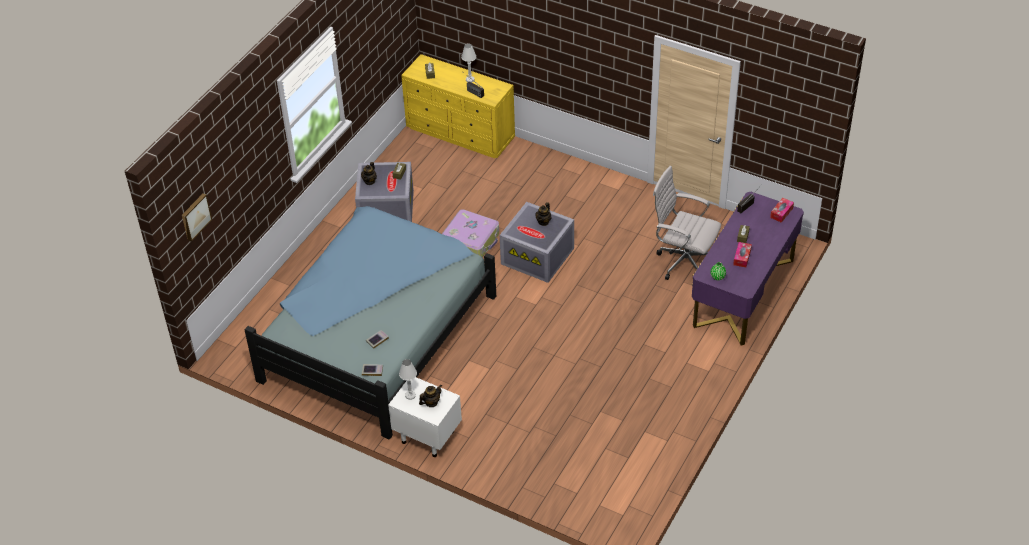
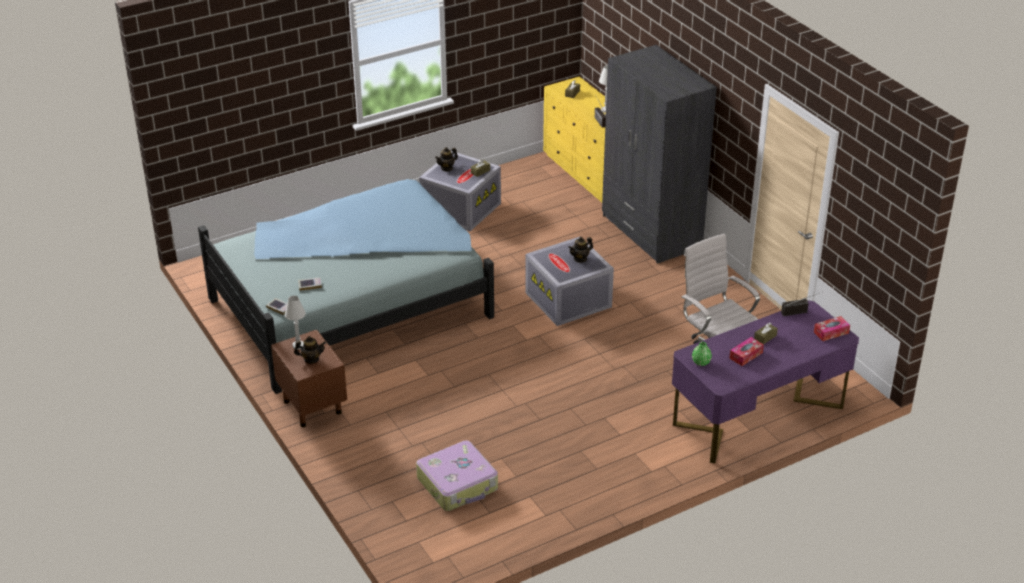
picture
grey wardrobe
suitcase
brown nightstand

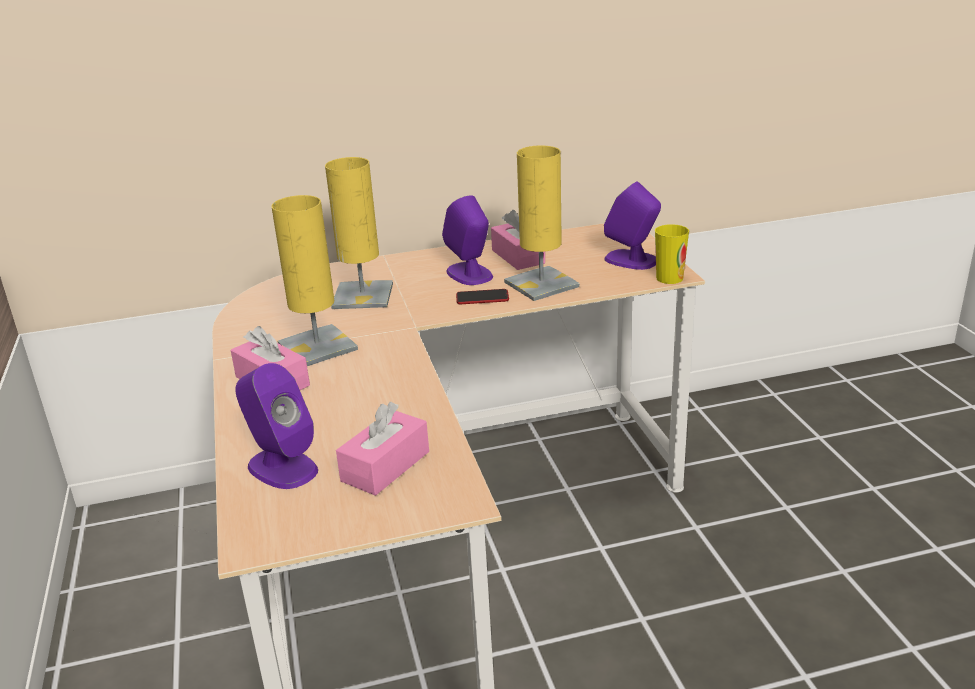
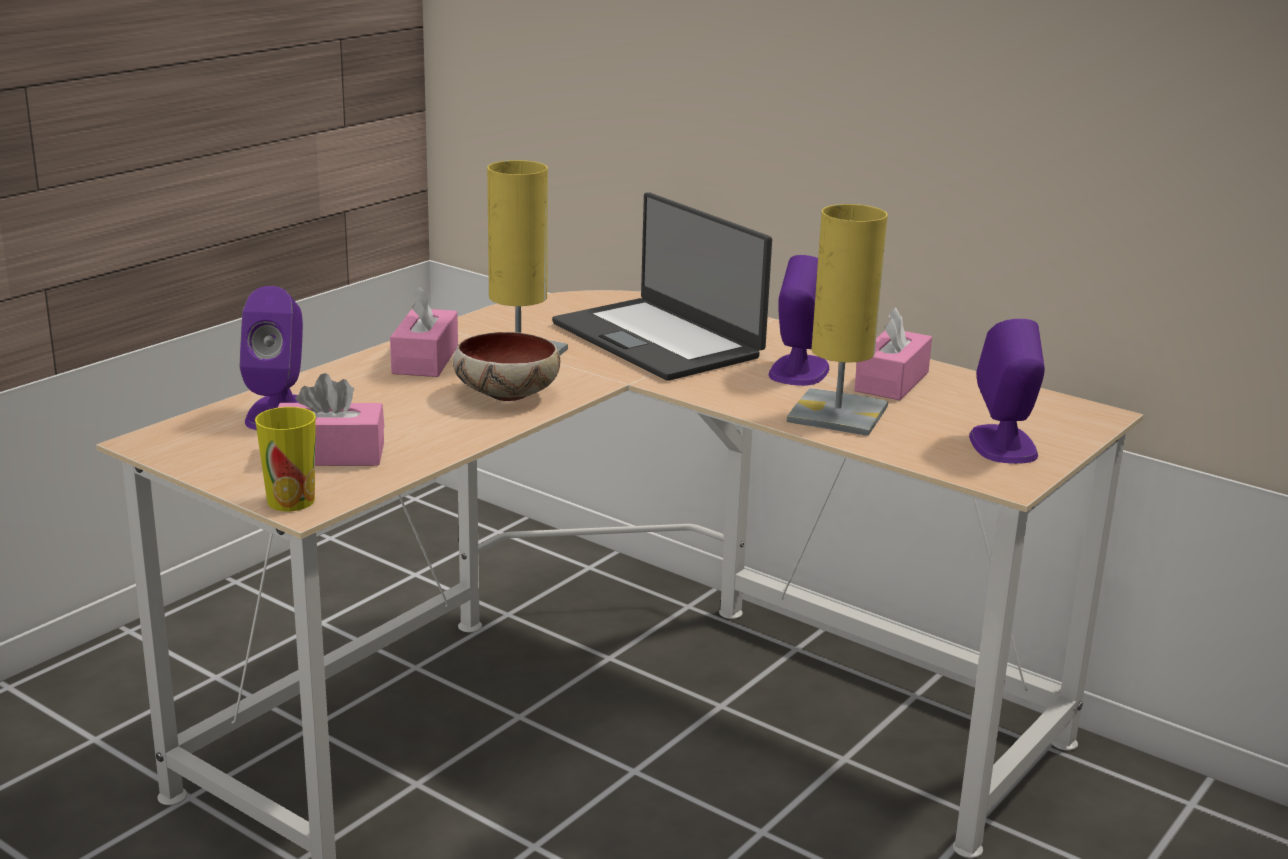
phone
bowl
cup
laptop

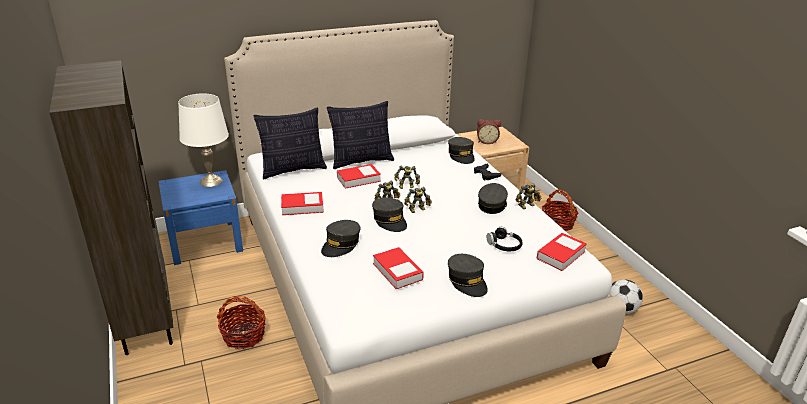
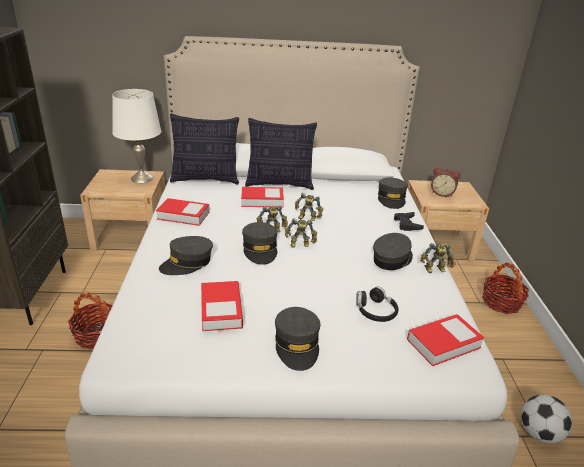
beige nightstand (1st from left)

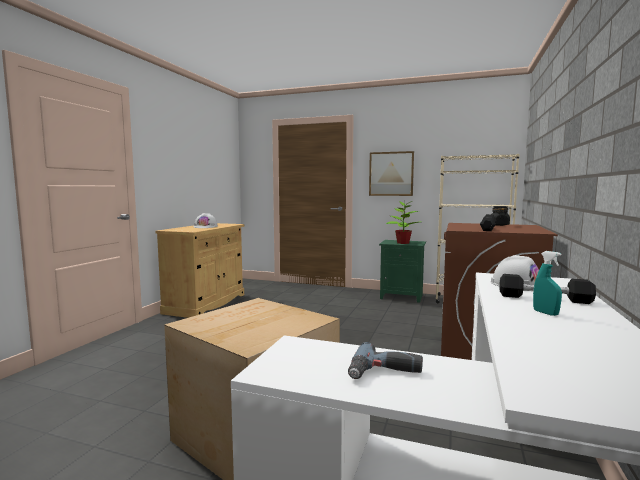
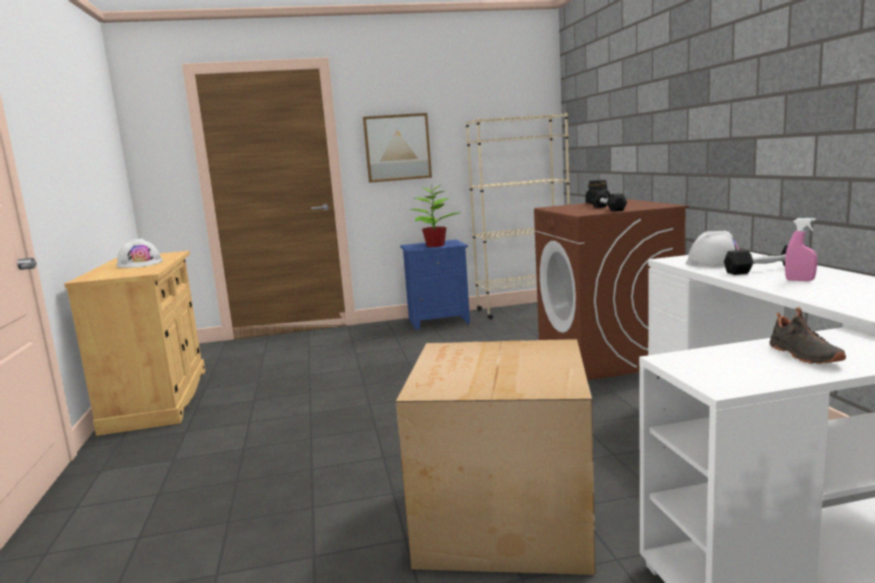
black shoe
blue nightstand
pink spray bottle

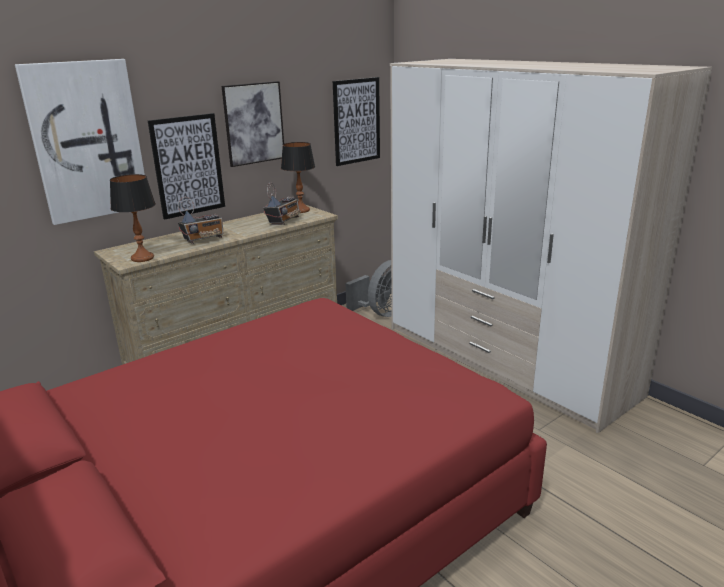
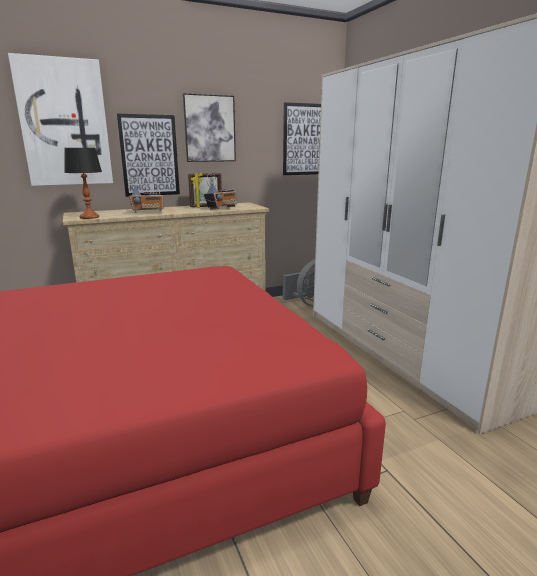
table lamp (2nd from left in the first image)
picture frame

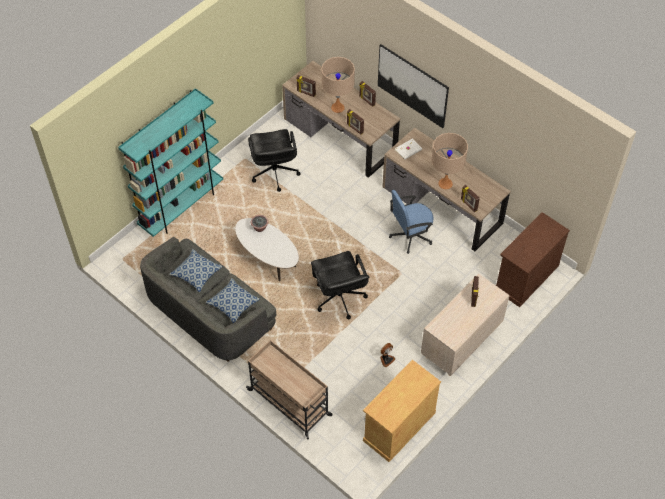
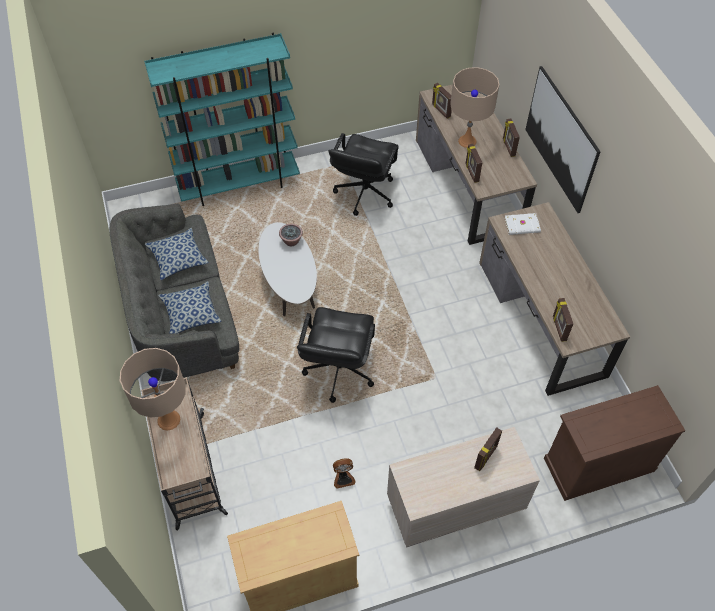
blue office chair
beige table lamp (1st from left)

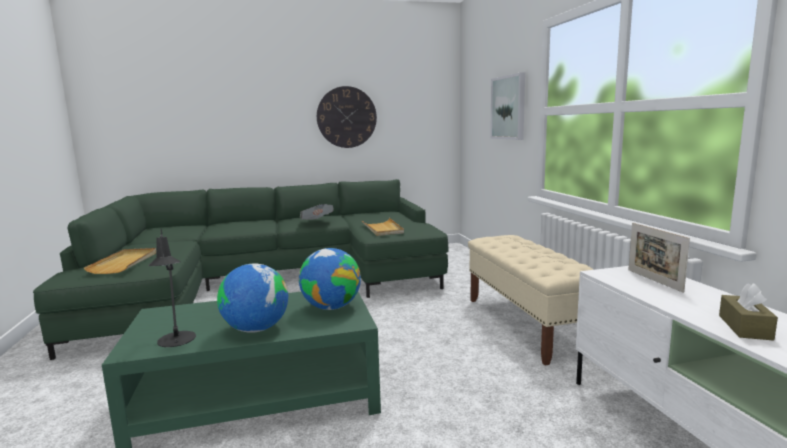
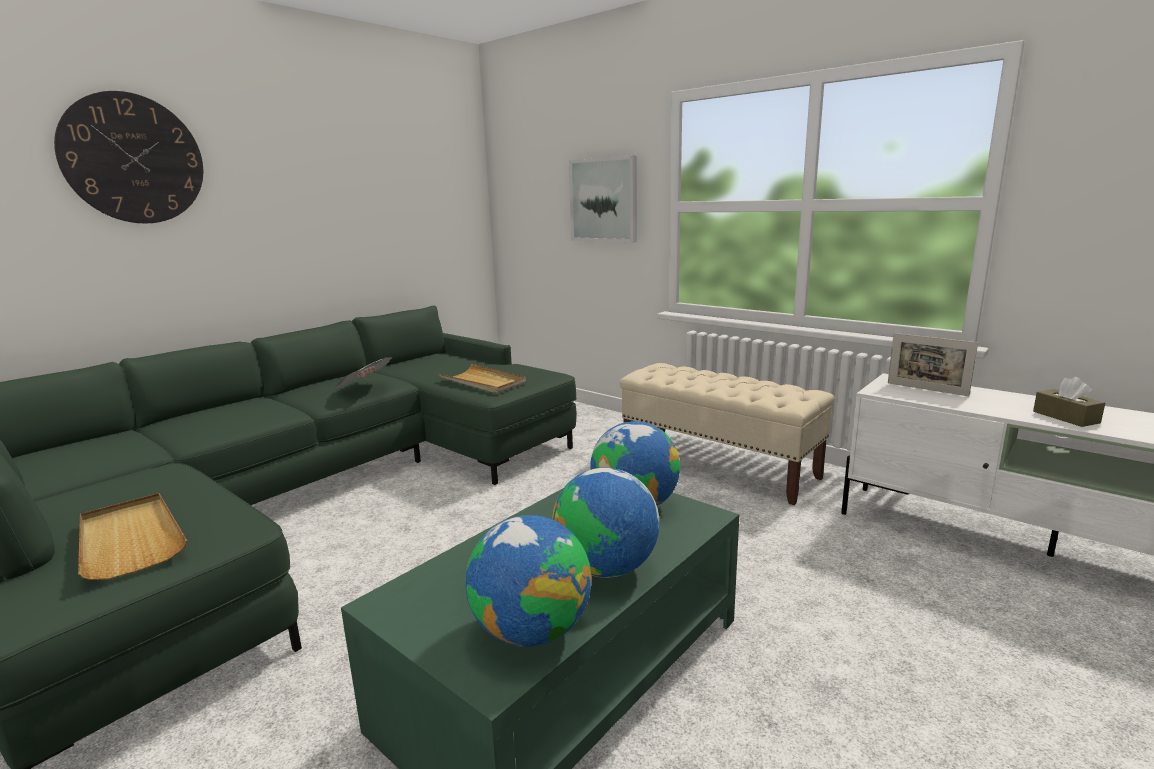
wall clock
globe (1st from left)

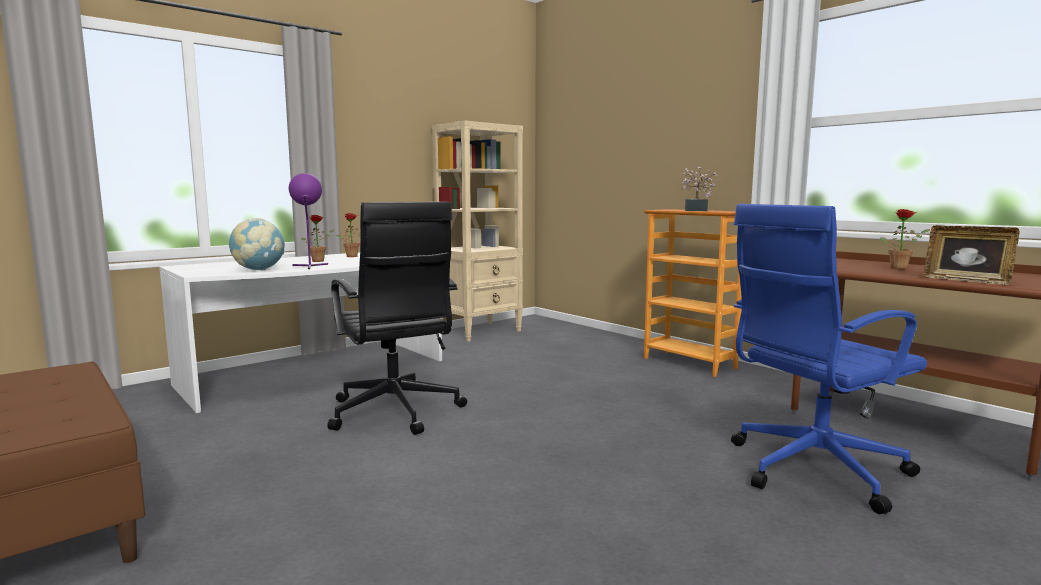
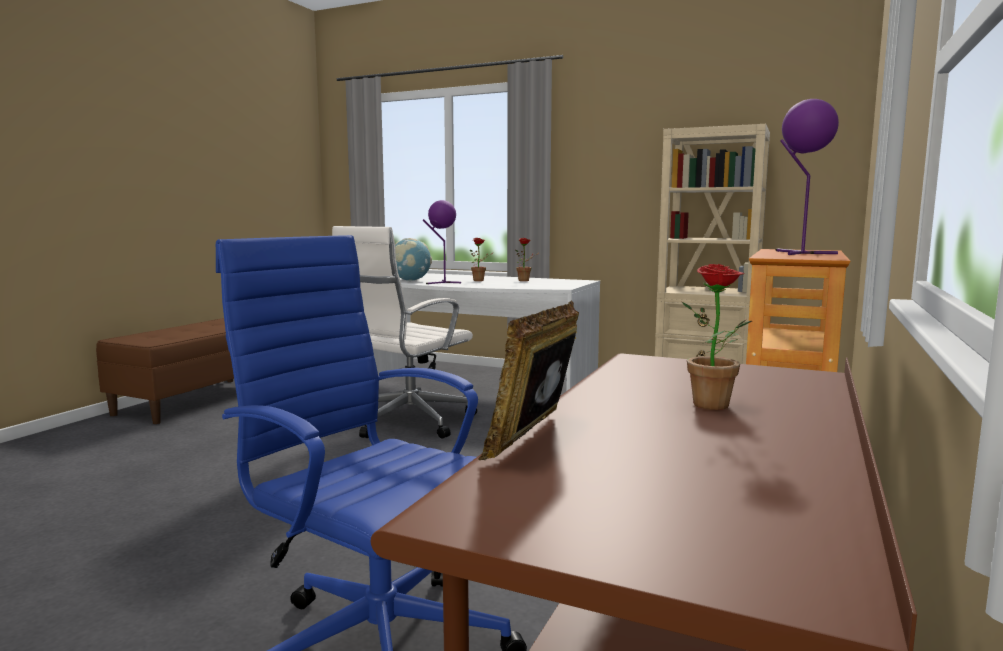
purple table lamp (2nd from left)
white office chair

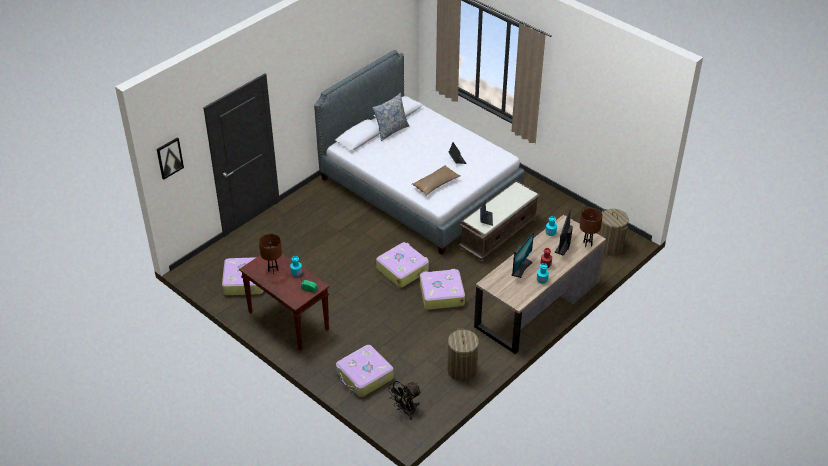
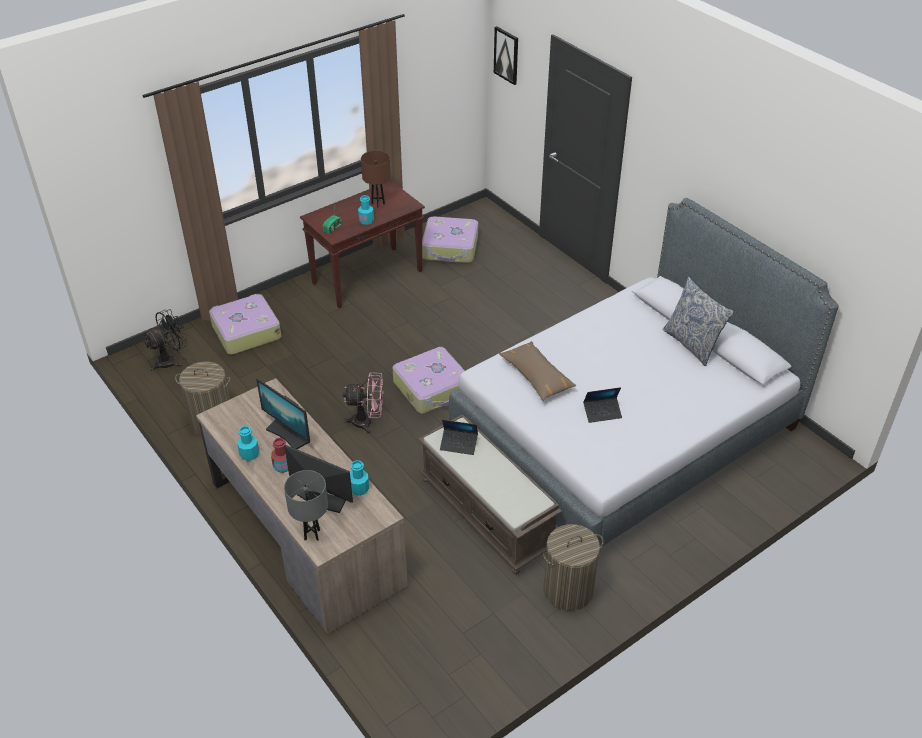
laundry basket (2nd from left)
pink fan
grey table lamp
black fan

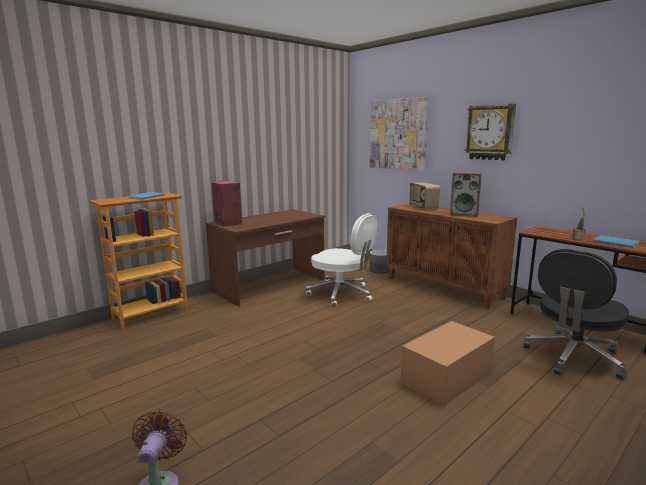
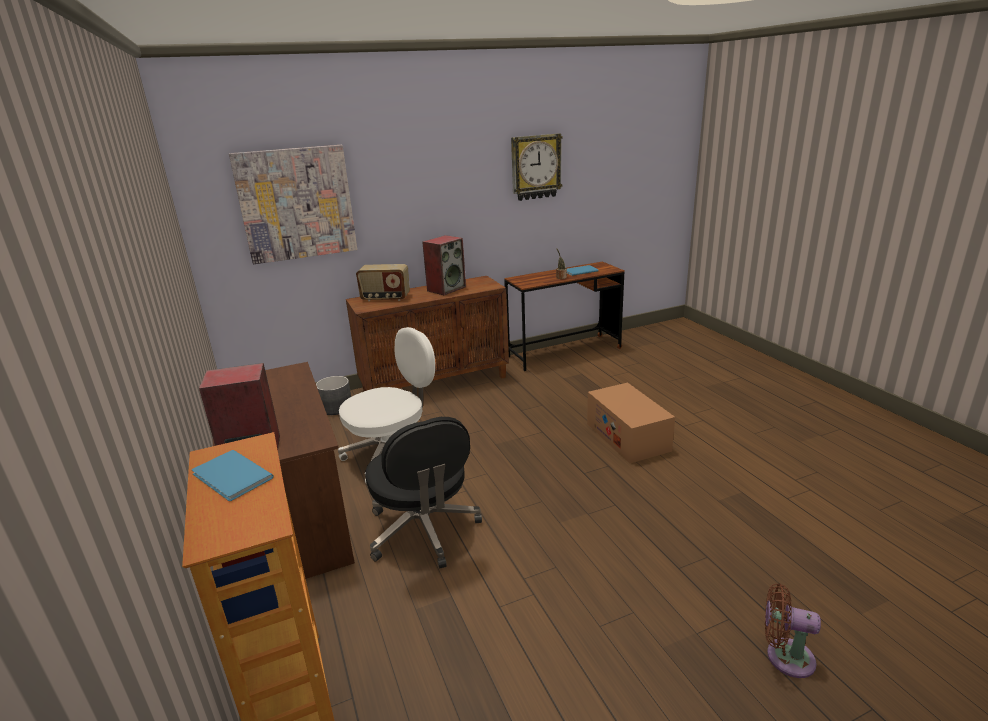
wall clock
black office chair

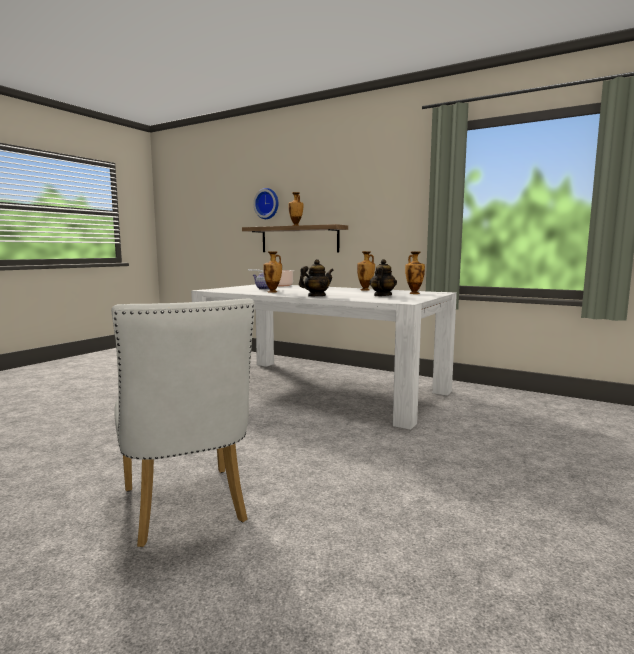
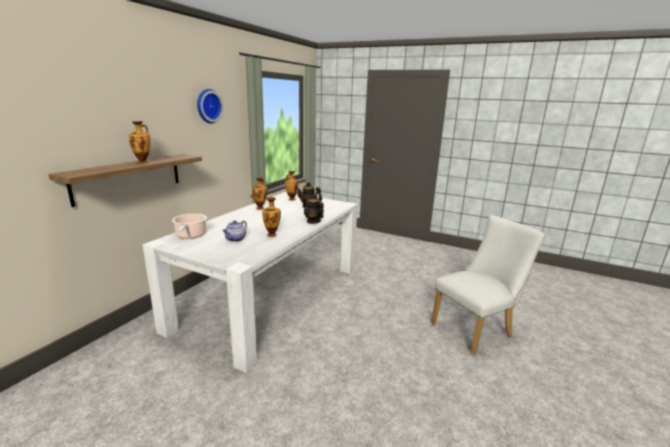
wall clock

